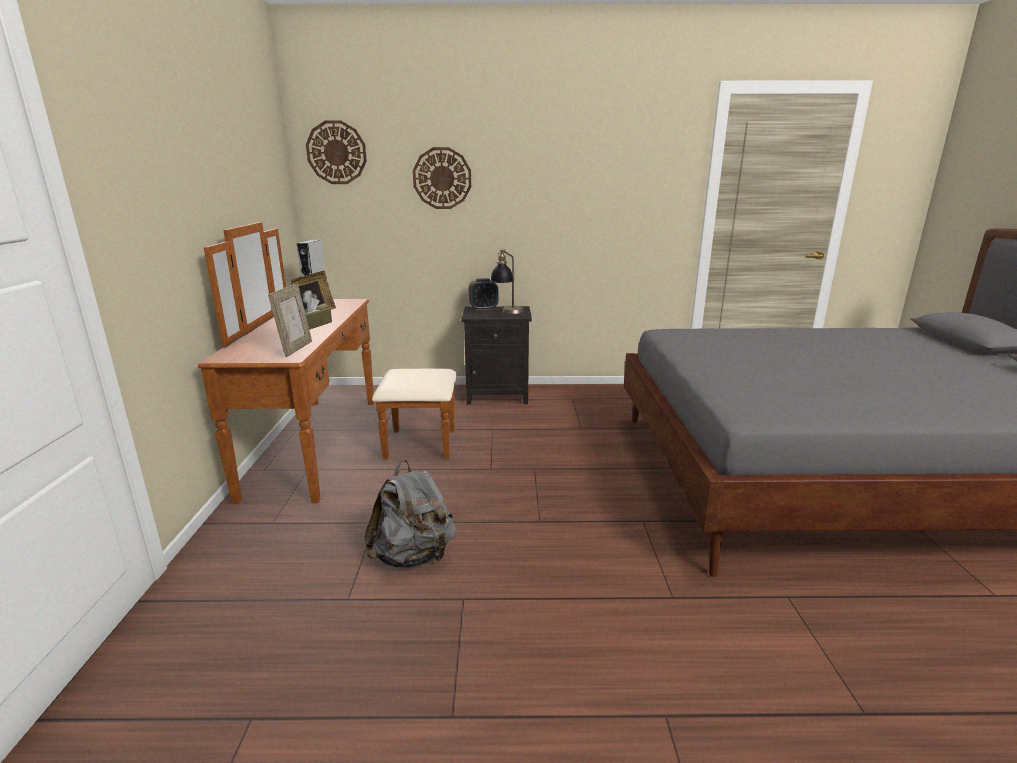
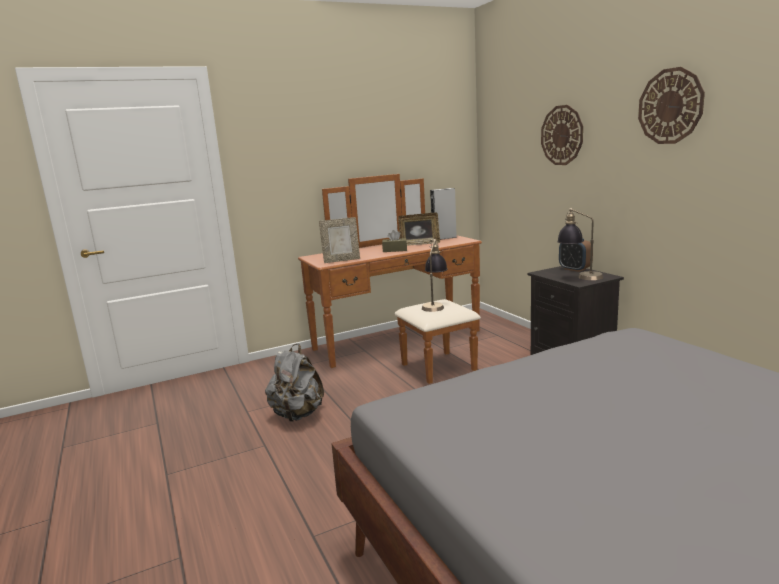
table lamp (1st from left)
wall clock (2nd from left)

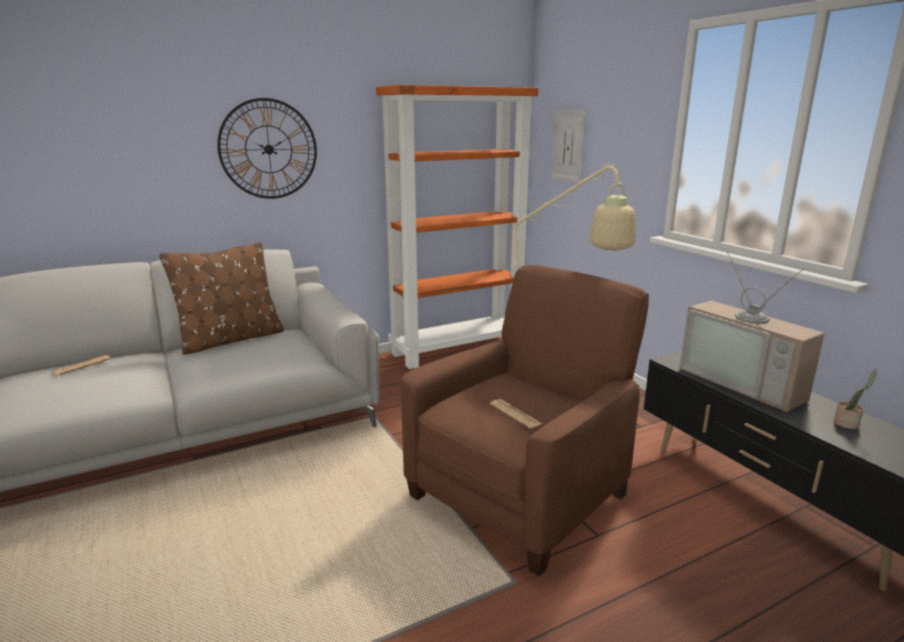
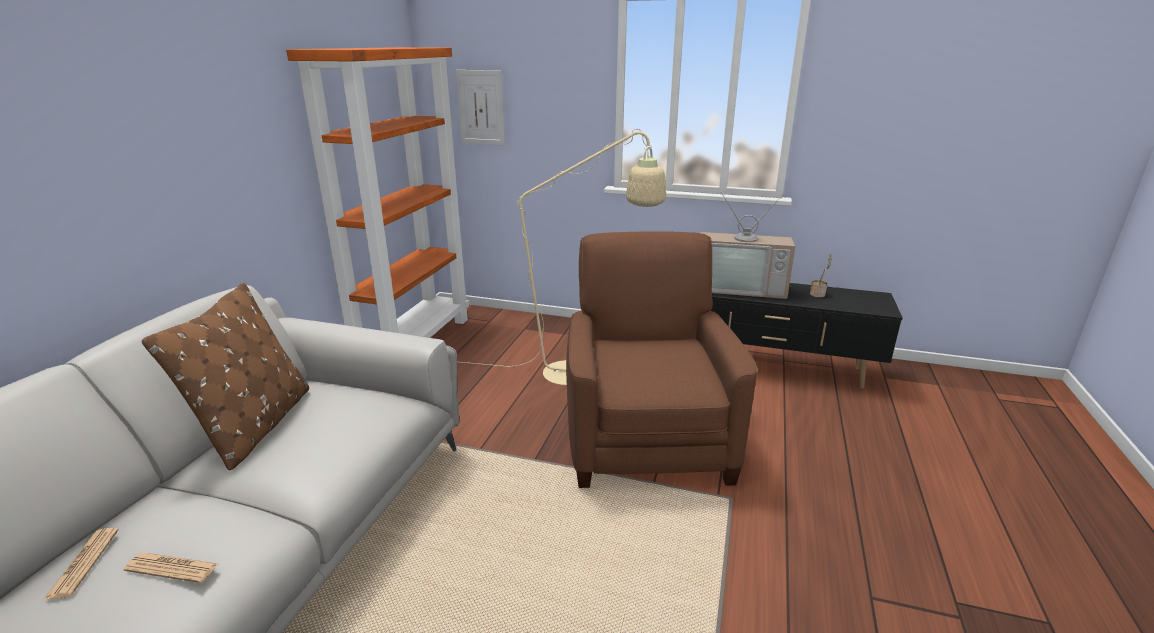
wall clock
newspaper (2nd from left)

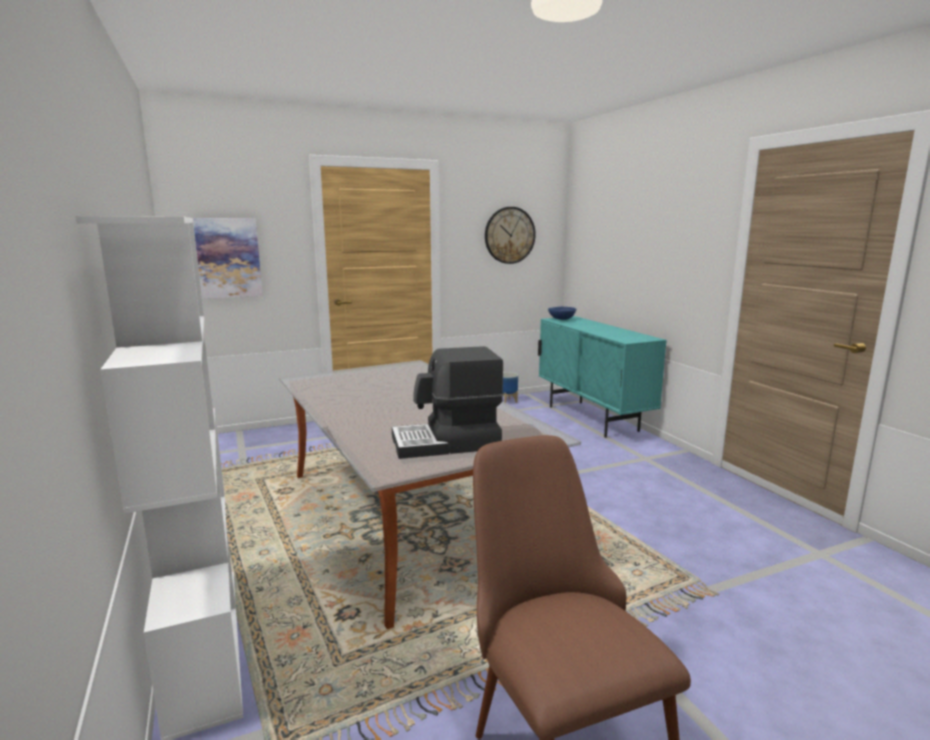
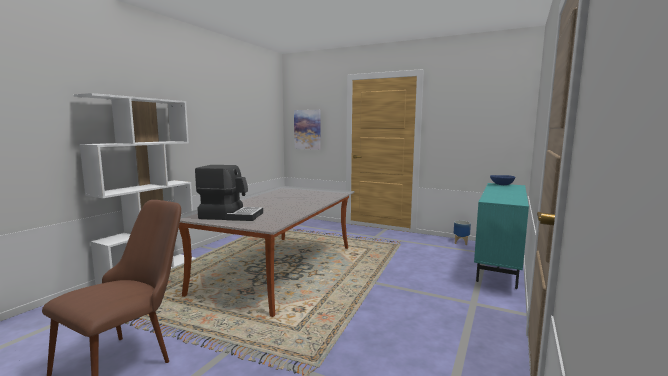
wall clock
coffee machine

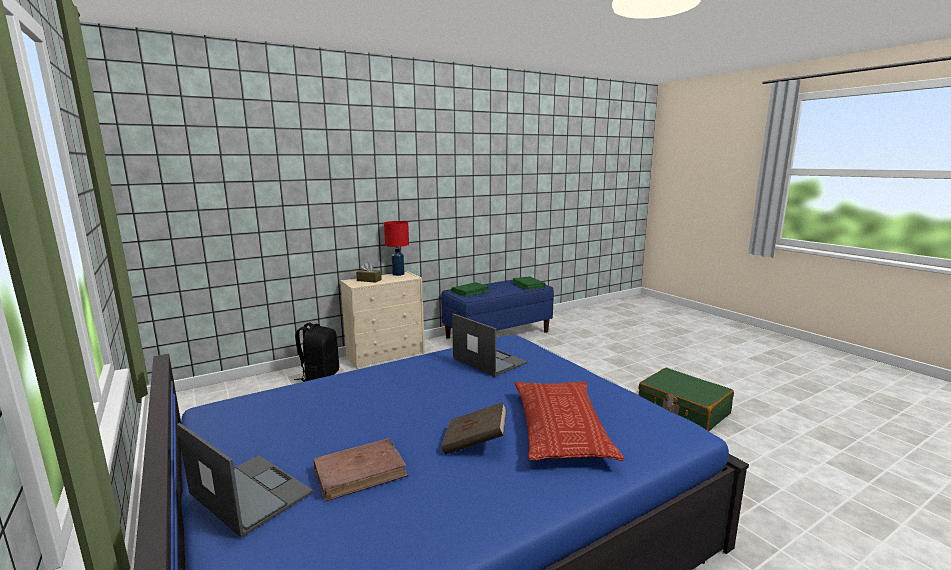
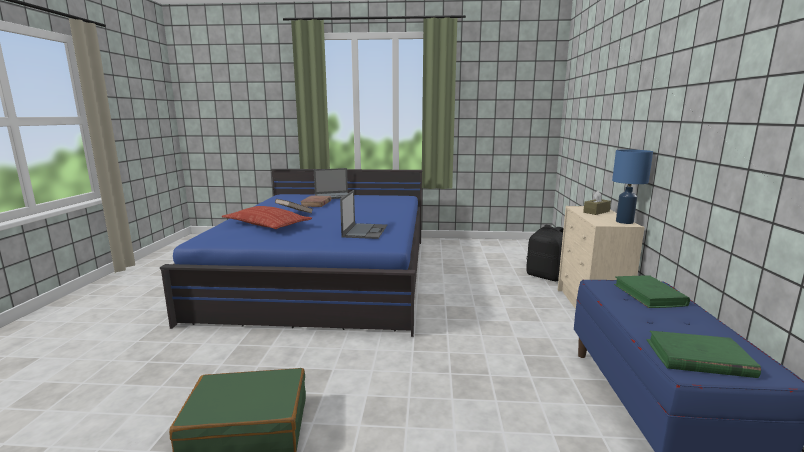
blue table lamp
laptop (2nd from left)

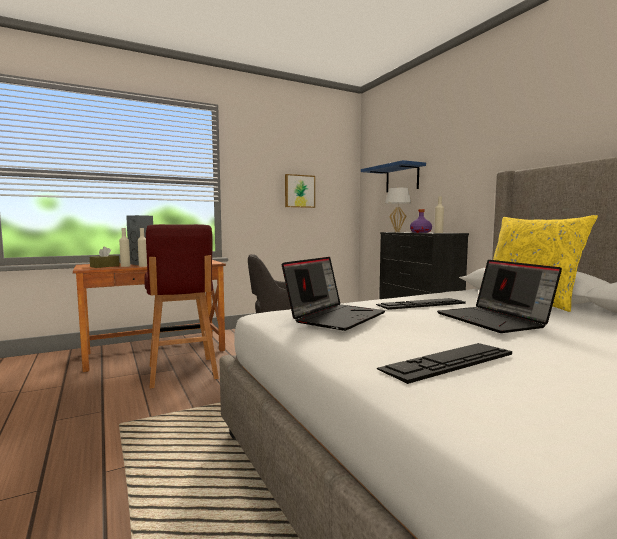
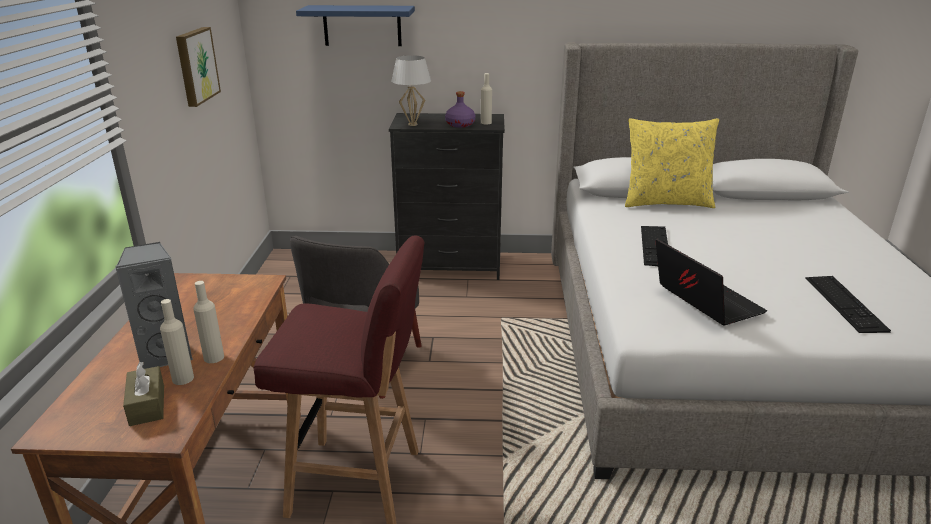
laptop (2nd from left in the first image)

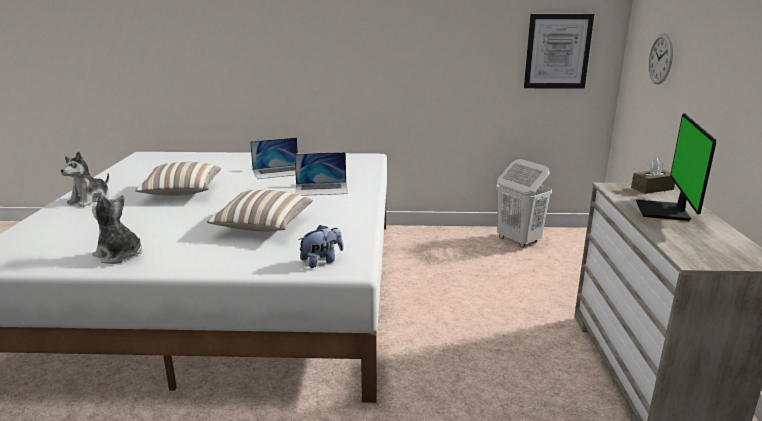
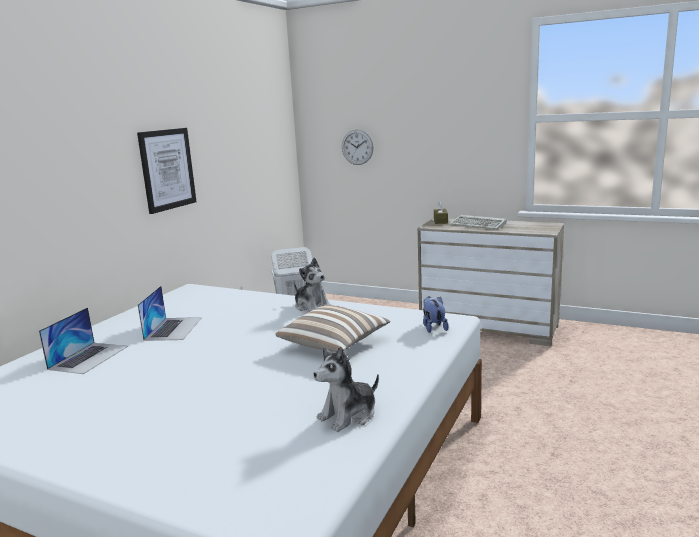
pillow (1st from left in the first image)
plush toy (1st from left)
laptop (1st from left)
picture
keyboard

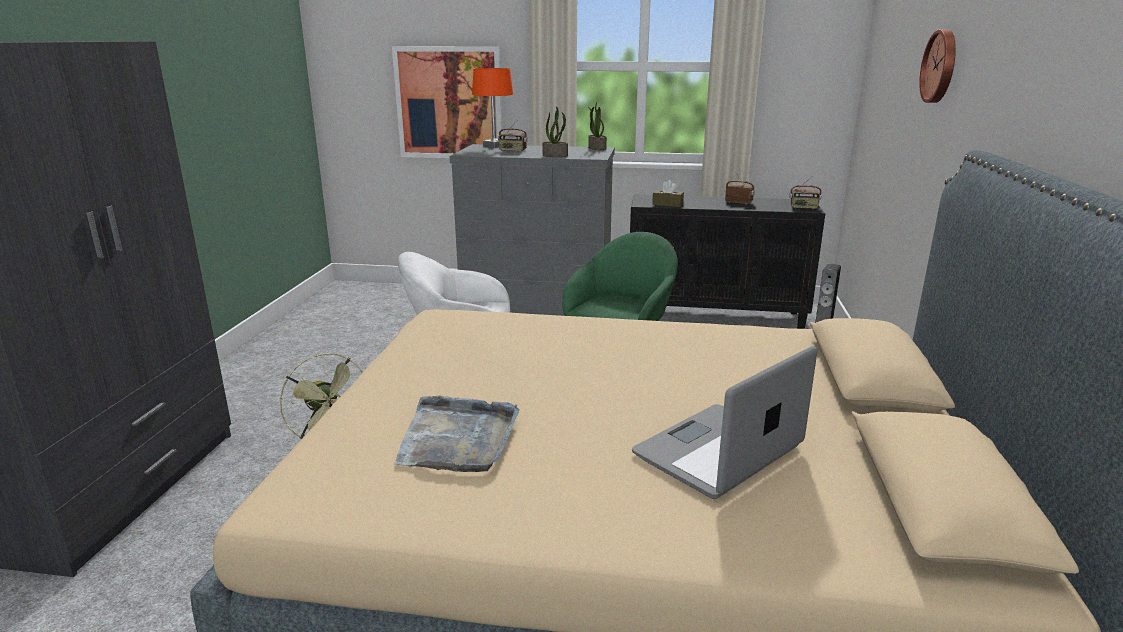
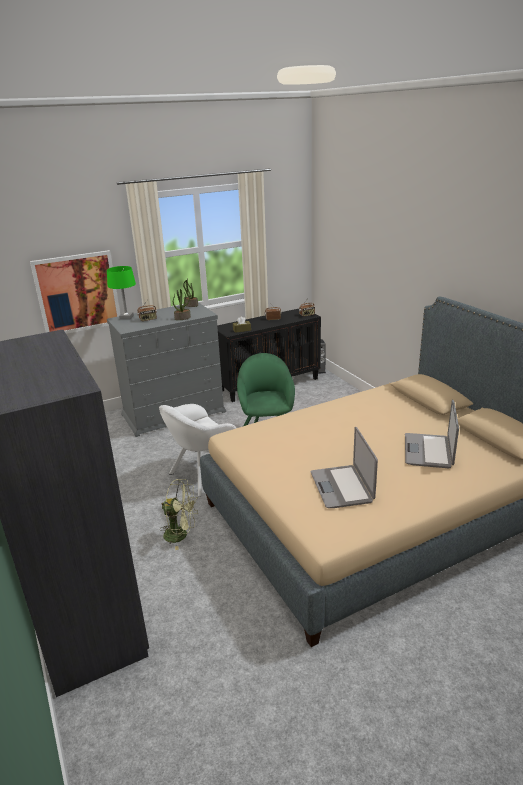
wall clock
laptop (1st from left)
green table lamp

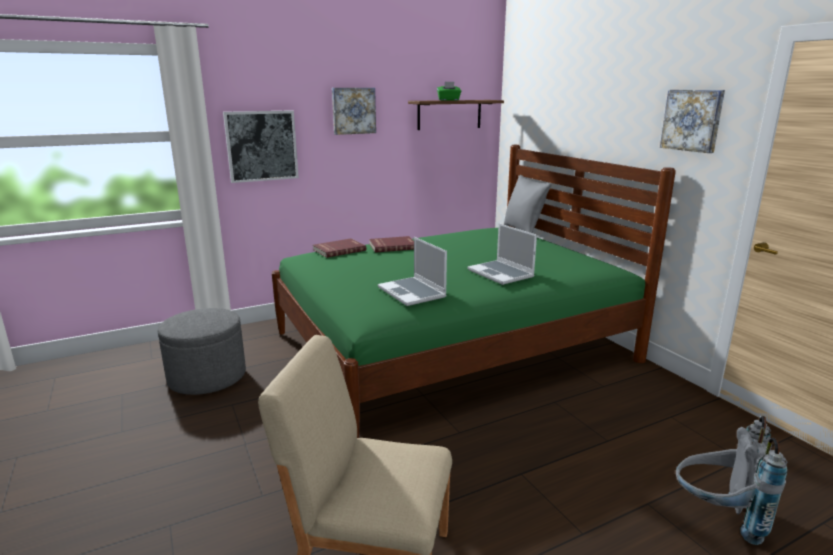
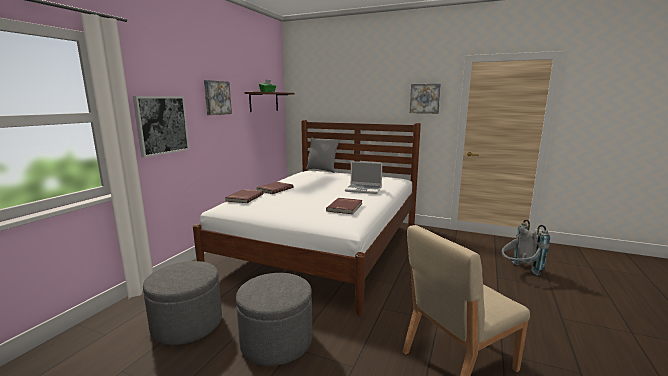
grey ottoman (2nd from left)
red book (3rd from left)
white bed

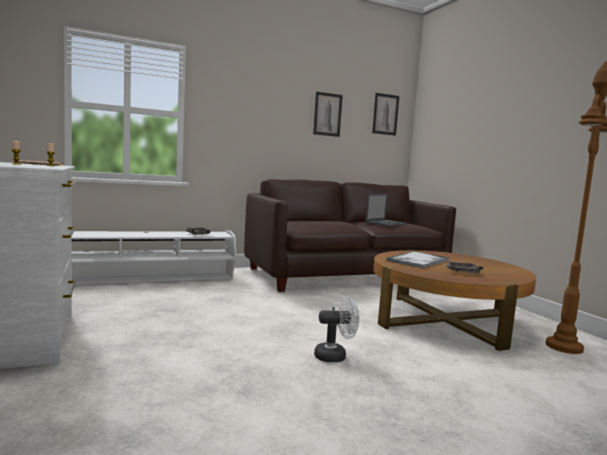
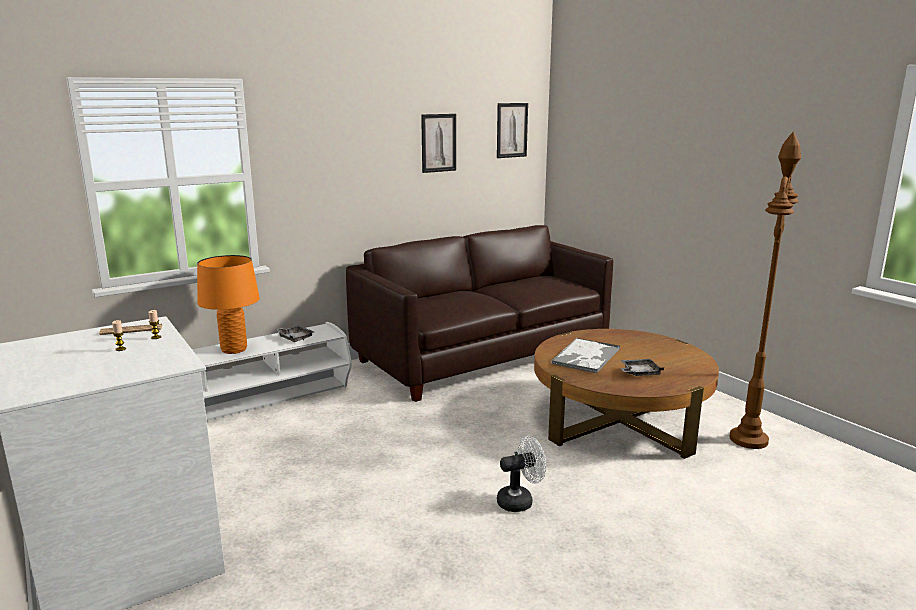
laptop
orange table lamp

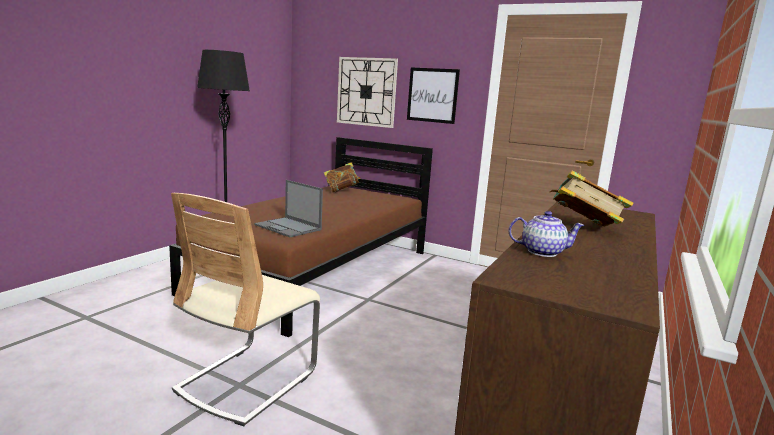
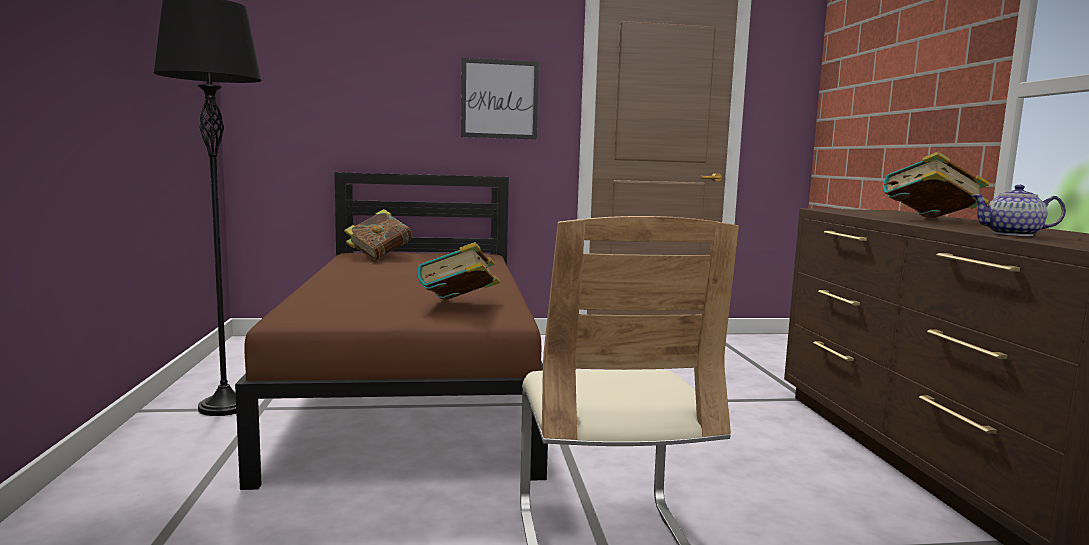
wall clock
book (2nd from left)
teapot

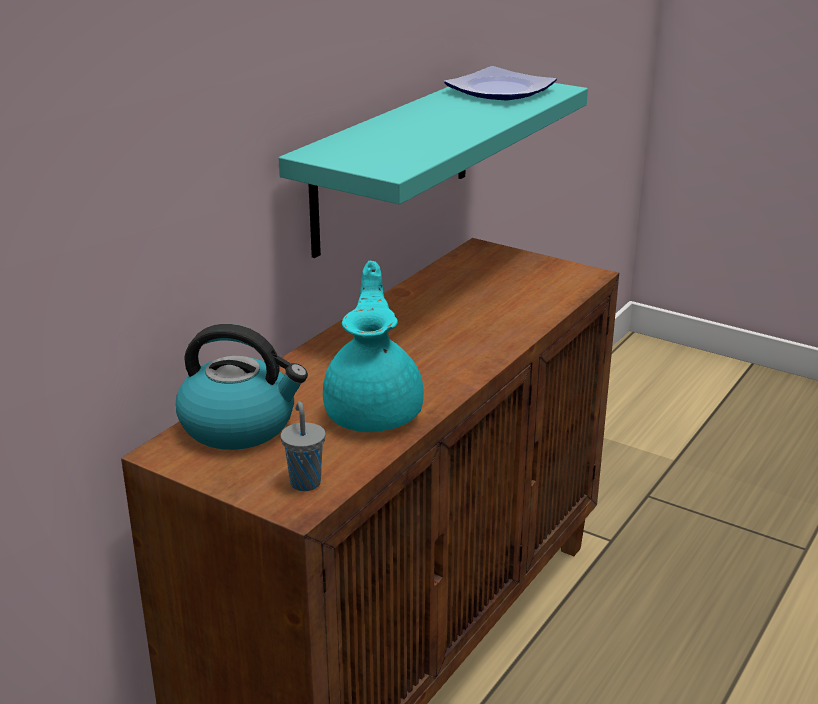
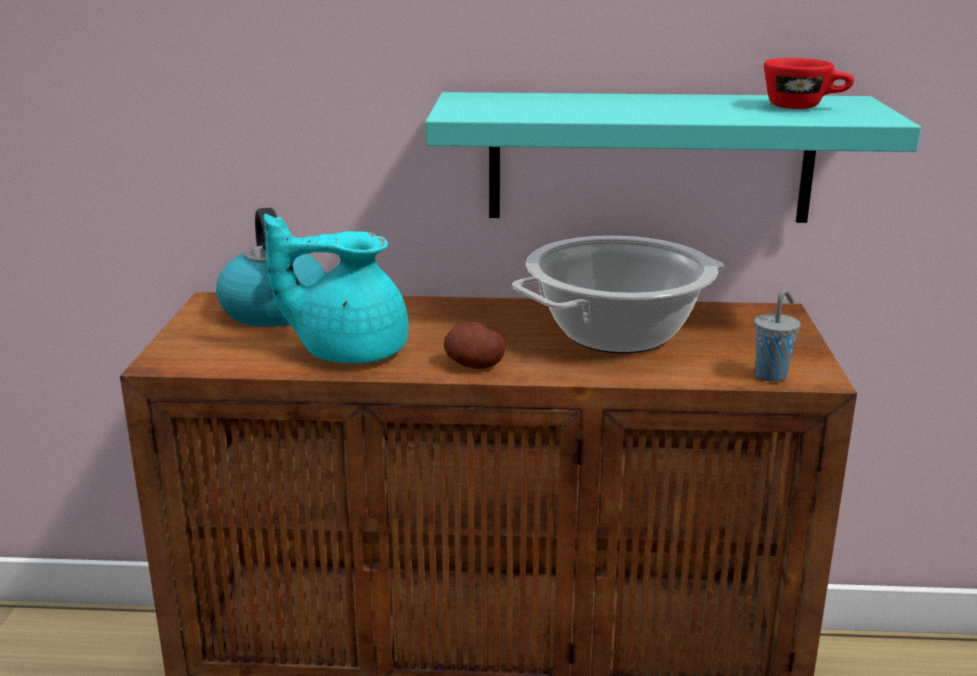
potato
cooking pot
grey cup
red cup
turquoise teapot

